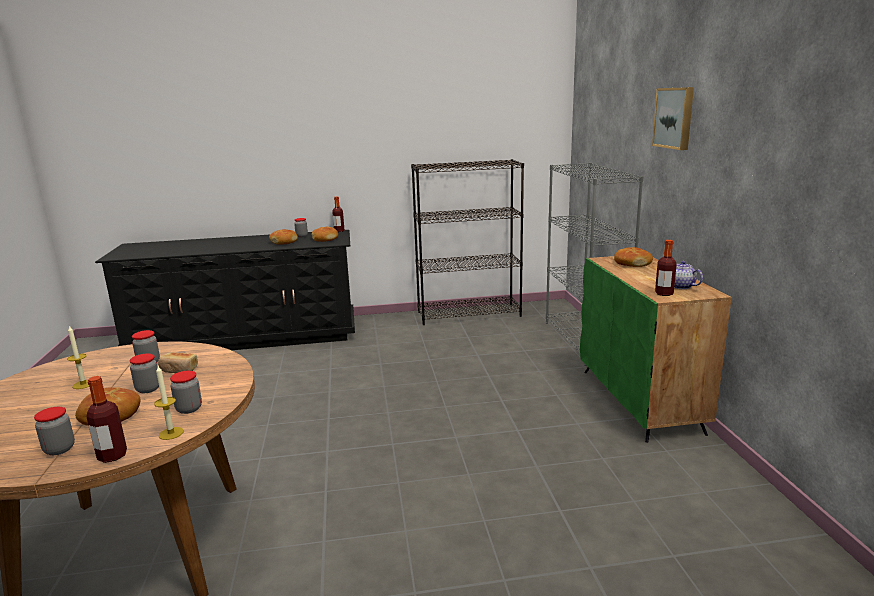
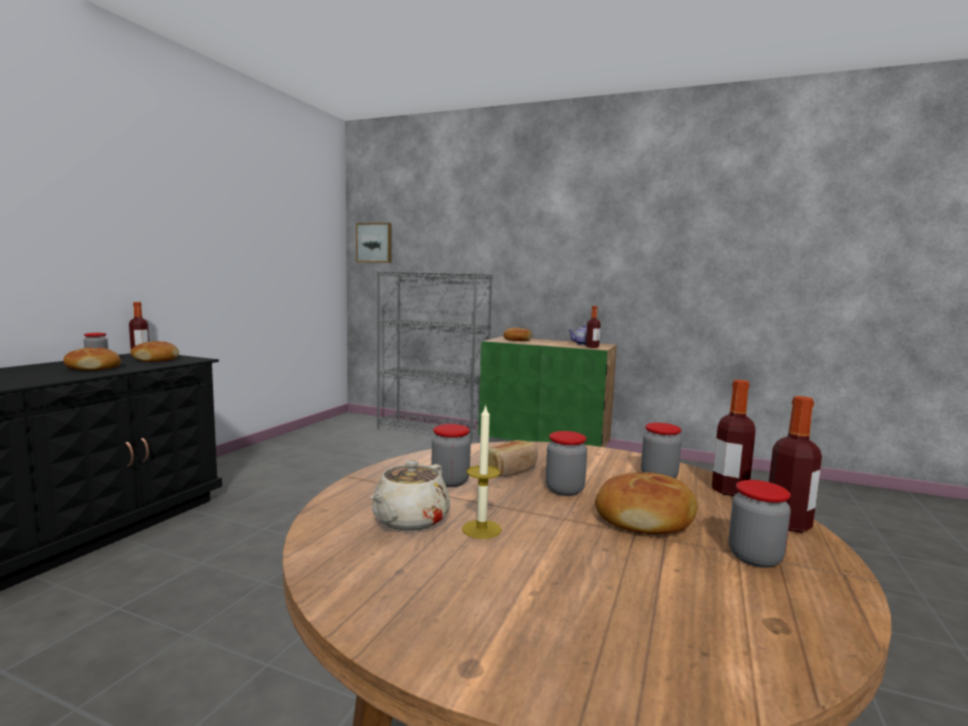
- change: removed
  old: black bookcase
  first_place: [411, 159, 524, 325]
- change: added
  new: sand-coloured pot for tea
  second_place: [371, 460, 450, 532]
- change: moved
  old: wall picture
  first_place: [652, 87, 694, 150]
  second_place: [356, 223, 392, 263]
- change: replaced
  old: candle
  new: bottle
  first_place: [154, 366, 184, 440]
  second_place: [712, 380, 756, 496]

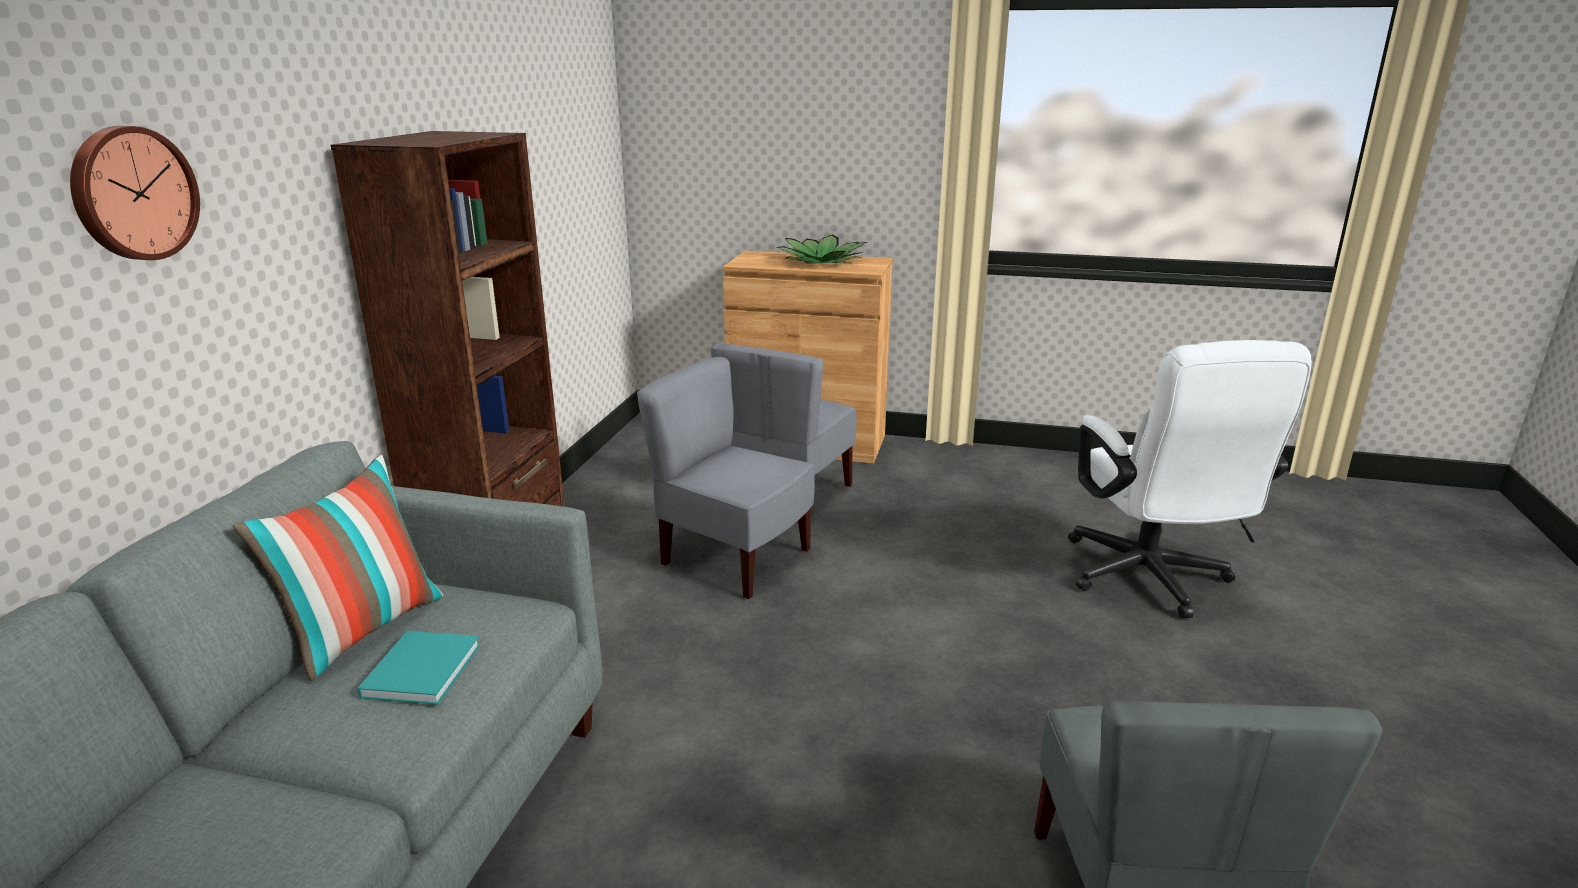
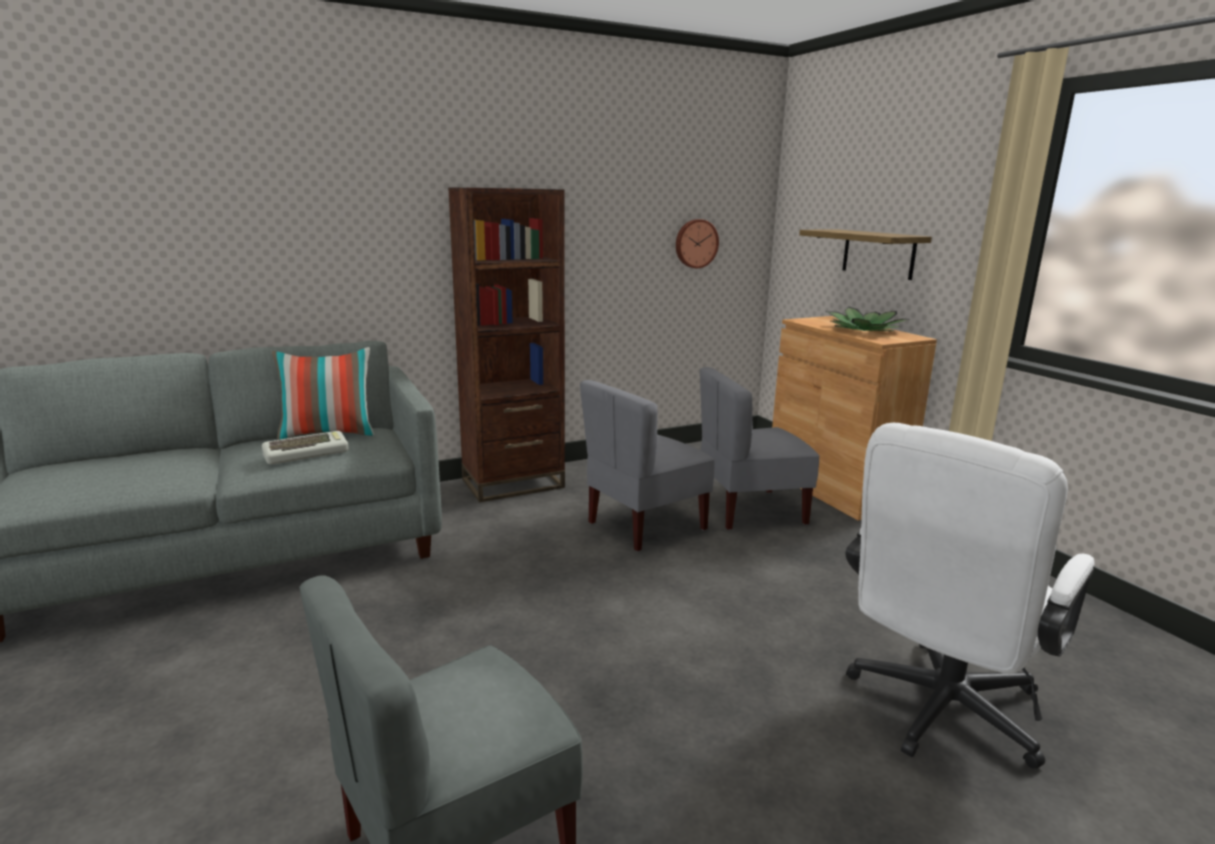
- change: added
  new: bracket shelf
  second_place: [799, 229, 932, 280]
- change: moved
  old: hanging clock
  first_place: [70, 126, 200, 260]
  second_place: [676, 219, 719, 268]
- change: replaced
  old: turquoise volume
  new: keyboard
  first_place: [357, 631, 480, 705]
  second_place: [262, 431, 349, 465]
- change: turned
  old: gray chair
  first_place: [637, 357, 815, 599]
  second_place: [580, 380, 714, 552]
  degrees: -120

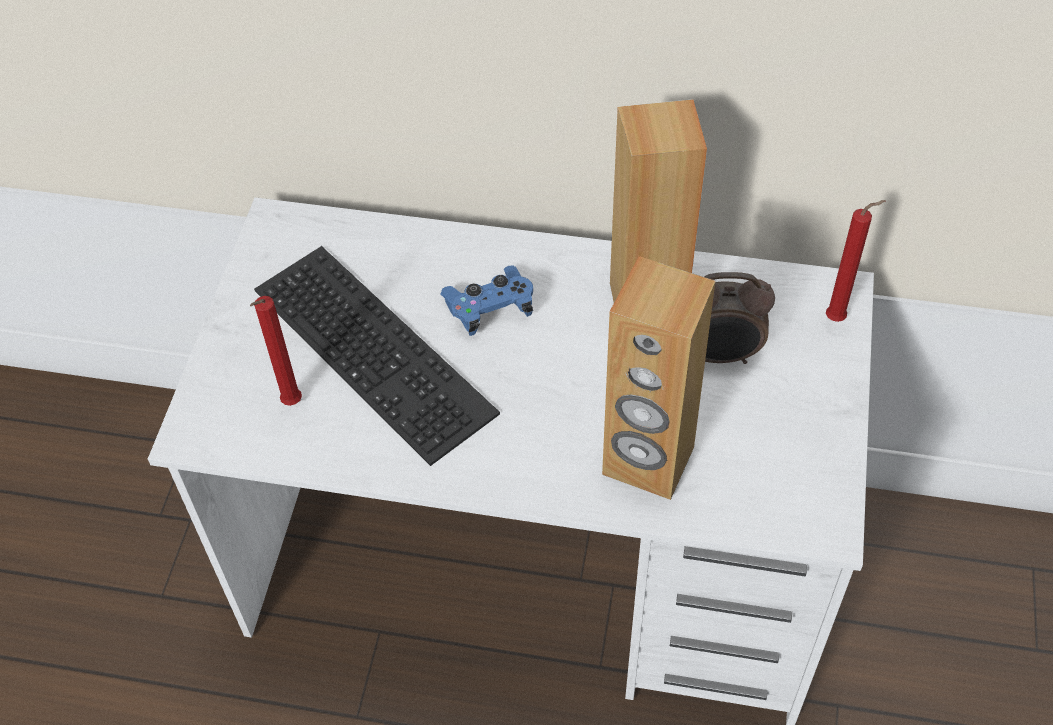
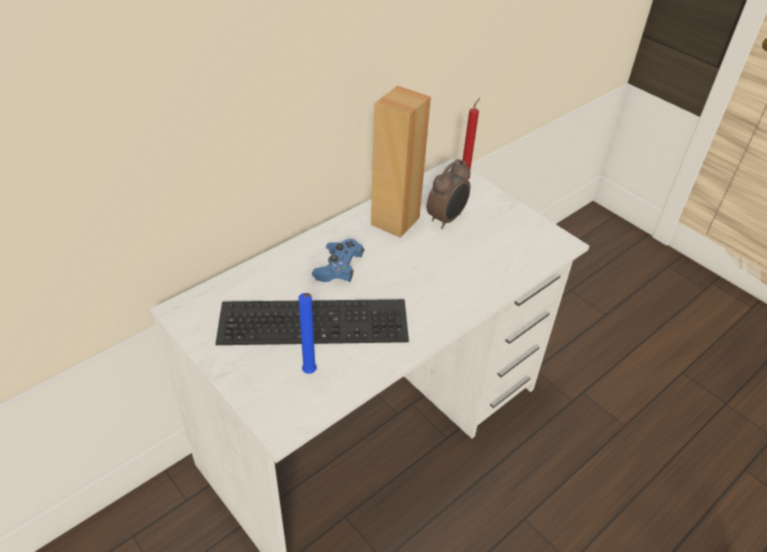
- change: removed
  old: brown audio speaker
  first_place: [602, 256, 715, 500]
- change: recoloured
  old: red candle
  new: blue candle
  first_place: [250, 296, 302, 406]
  second_place: [298, 293, 317, 374]

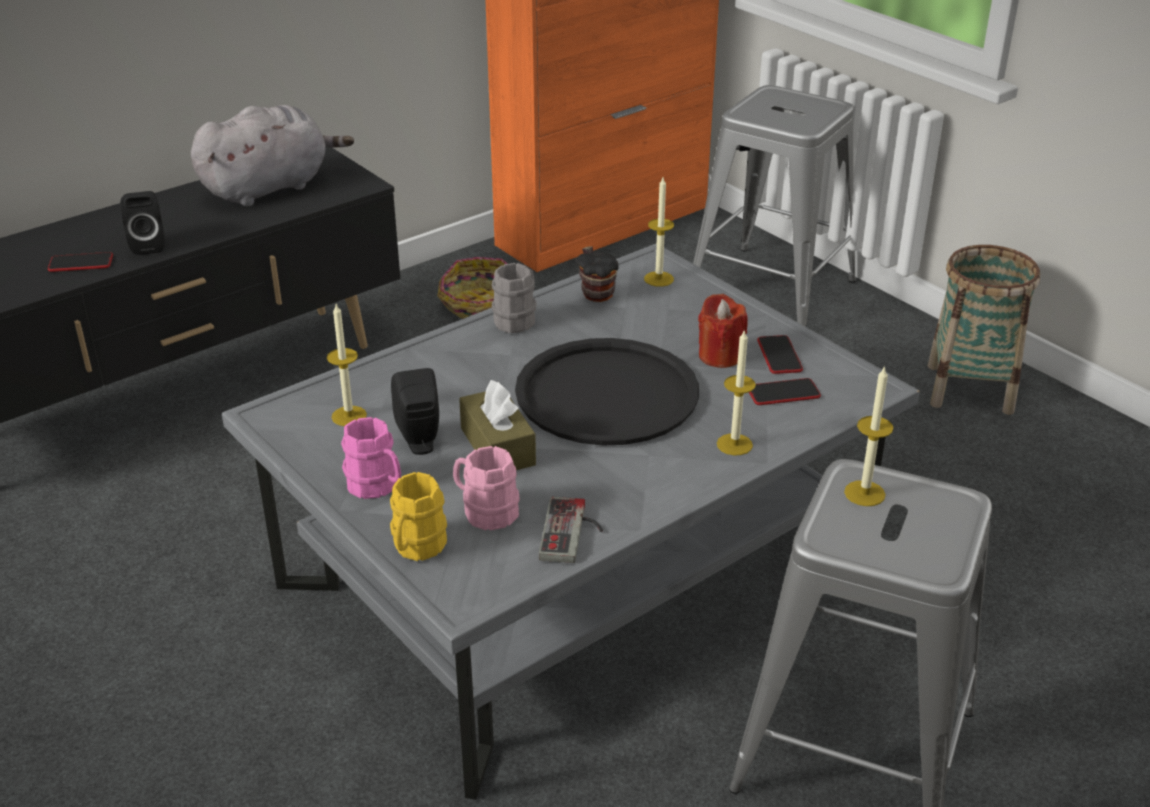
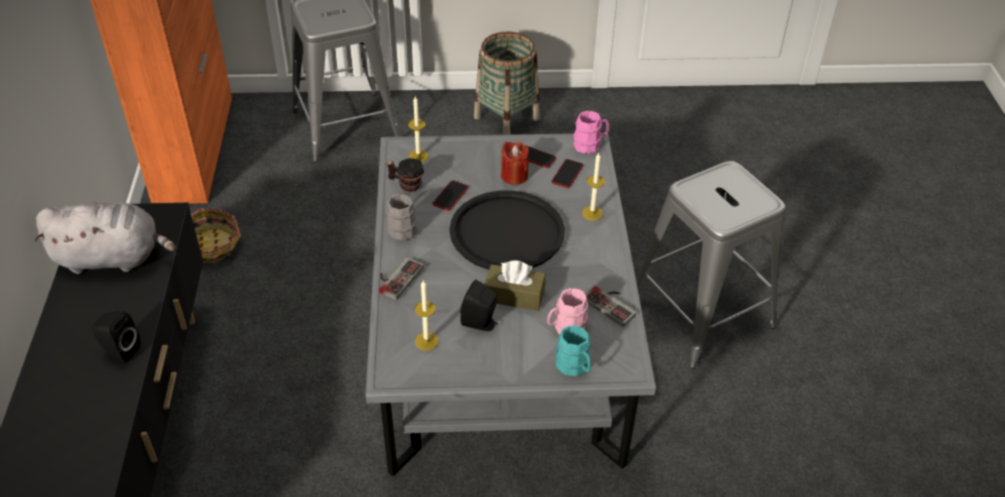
- change: removed
  old: candle
  first_place: [844, 366, 893, 506]
- change: added
  new: joypad
  second_place: [379, 258, 424, 300]
- change: moved
  old: telephone
  first_place: [48, 252, 113, 272]
  second_place: [432, 180, 469, 211]
- change: moved
  old: pink tea mug
  first_place: [341, 417, 401, 499]
  second_place: [573, 111, 609, 154]
- change: recoloured
  old: yellow-coloured tea mug
  new: turquoise tea mug
  first_place: [390, 472, 447, 561]
  second_place: [555, 326, 591, 376]
- change: turned
  old: gray cuddly toy
  first_place: [191, 105, 354, 207]
  second_place: [34, 202, 177, 274]
  degrees: 90

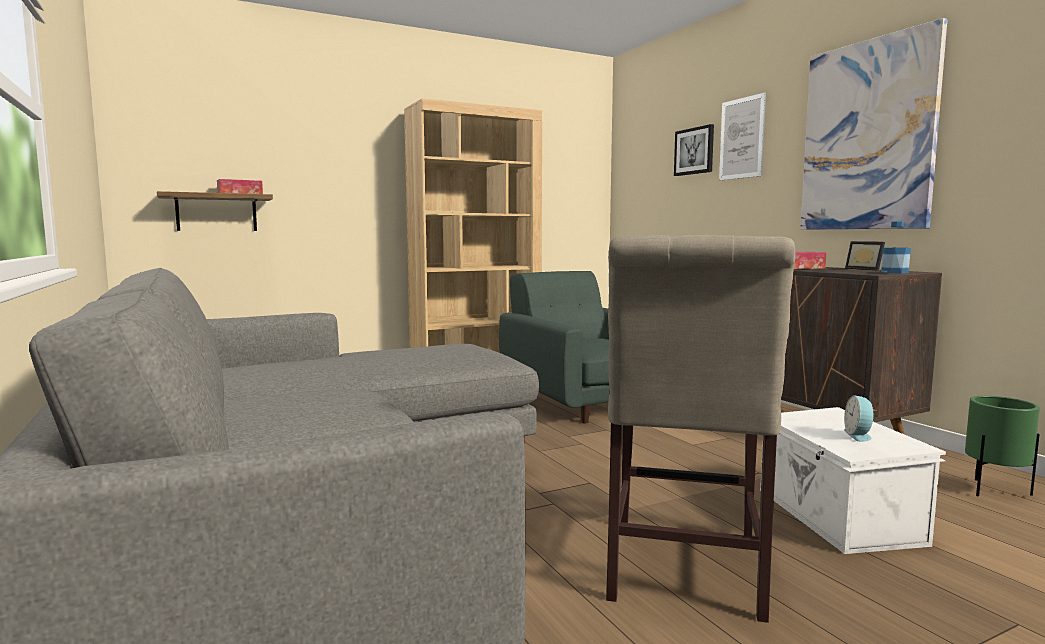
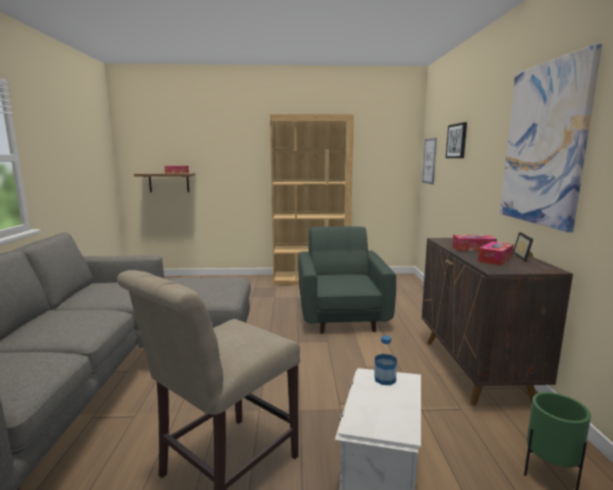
- change: removed
  old: table clock
  first_place: [844, 396, 876, 442]
- change: added
  new: box of tissues
  second_place: [478, 241, 514, 265]
- change: moved
  old: wall picture
  first_place: [719, 92, 766, 180]
  second_place: [422, 138, 437, 185]
- change: moved
  old: bottle
  first_place: [881, 221, 911, 274]
  second_place: [374, 336, 397, 385]

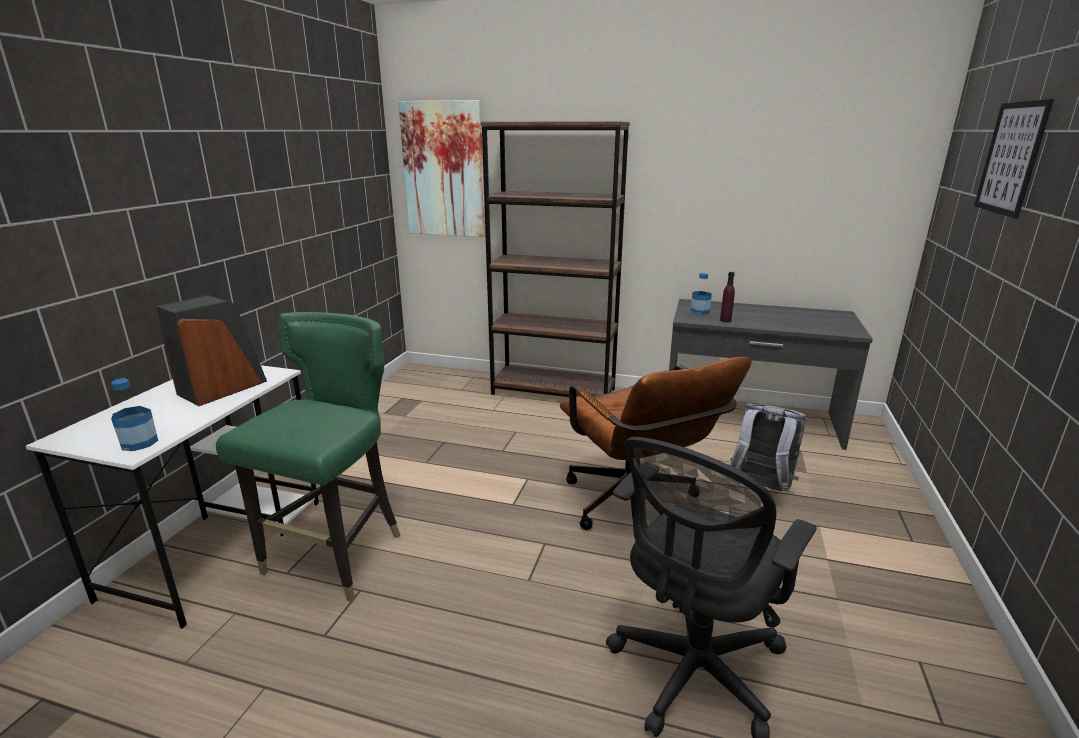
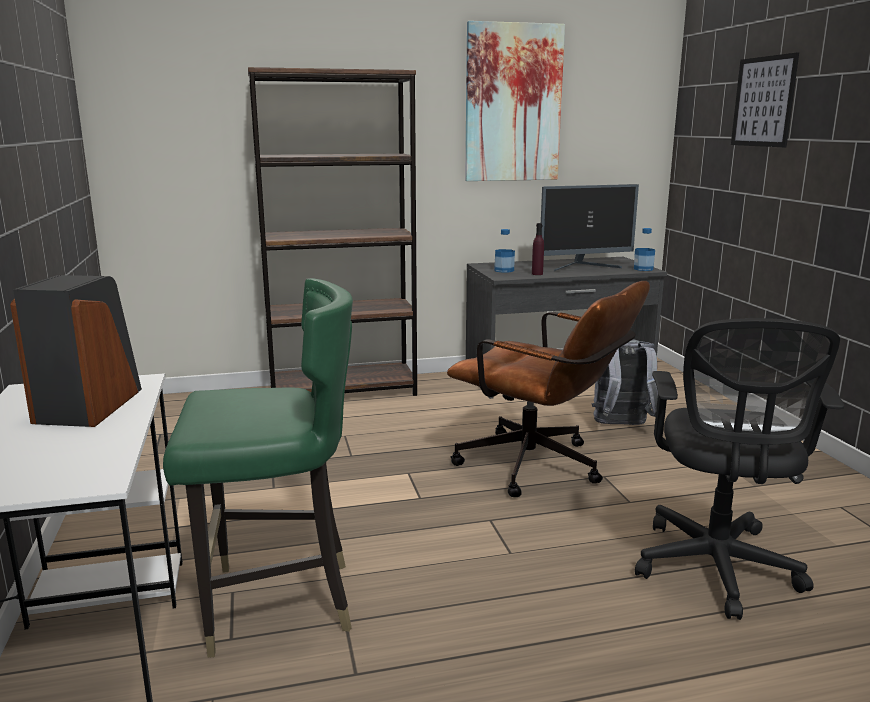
- change: added
  new: computer screen
  second_place: [541, 184, 639, 271]
- change: moved
  old: bottle
  first_place: [111, 378, 158, 451]
  second_place: [634, 228, 655, 271]
- change: moved
  old: wall picture
  first_place: [398, 100, 485, 237]
  second_place: [465, 21, 565, 181]
- change: turned
  old: greenish chair
  first_place: [216, 312, 401, 602]
  second_place: [163, 278, 353, 658]
  degrees: 90

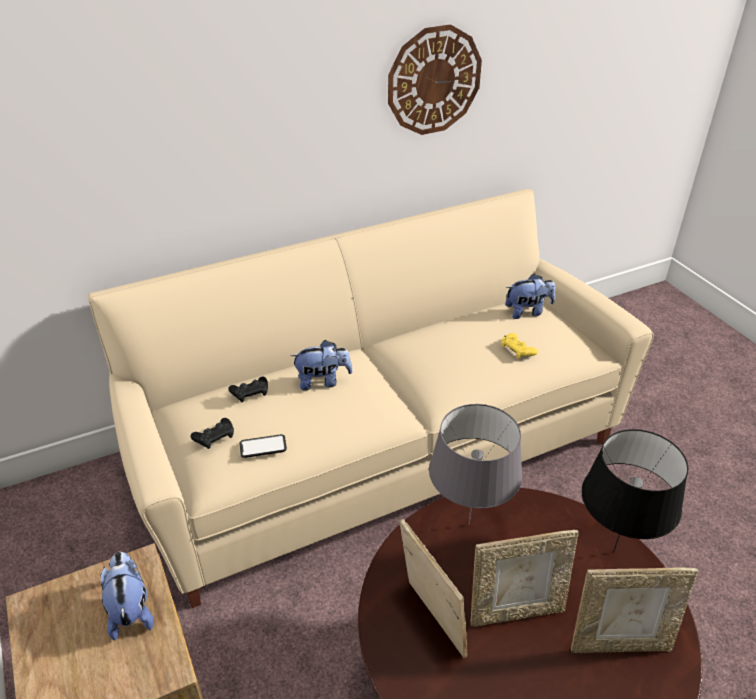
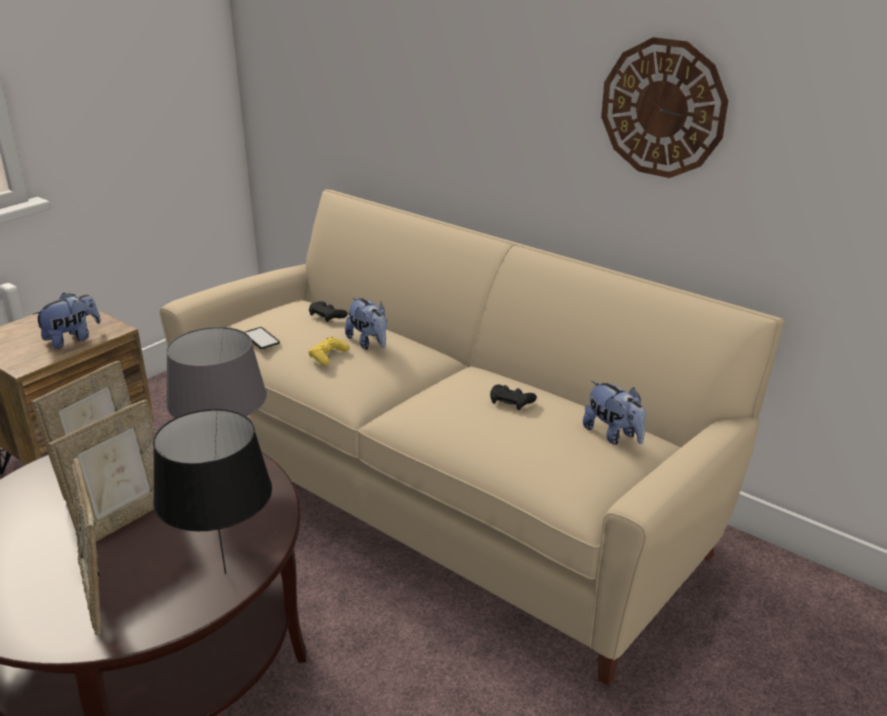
- change: moved
  old: black joypad
  first_place: [190, 418, 234, 449]
  second_place: [490, 384, 537, 410]
- change: moved
  old: yellow-coloured joypad
  first_place: [501, 333, 538, 359]
  second_place: [308, 337, 349, 366]
- change: turned
  old: standing frame
  first_place: [471, 530, 579, 627]
  second_place: [48, 400, 156, 542]
  degrees: -105

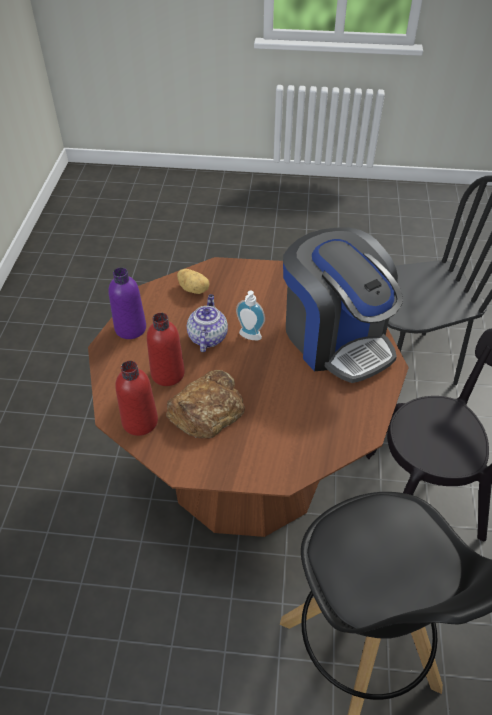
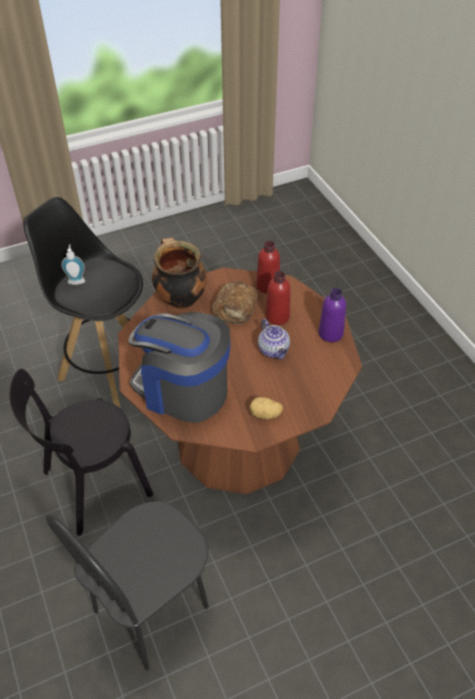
- change: added
  new: stockpot
  second_place: [152, 238, 207, 309]
- change: moved
  old: potato
  first_place: [177, 269, 210, 294]
  second_place: [249, 397, 283, 419]
- change: moved
  old: soap dispenser
  first_place: [236, 291, 265, 340]
  second_place: [61, 244, 85, 285]

